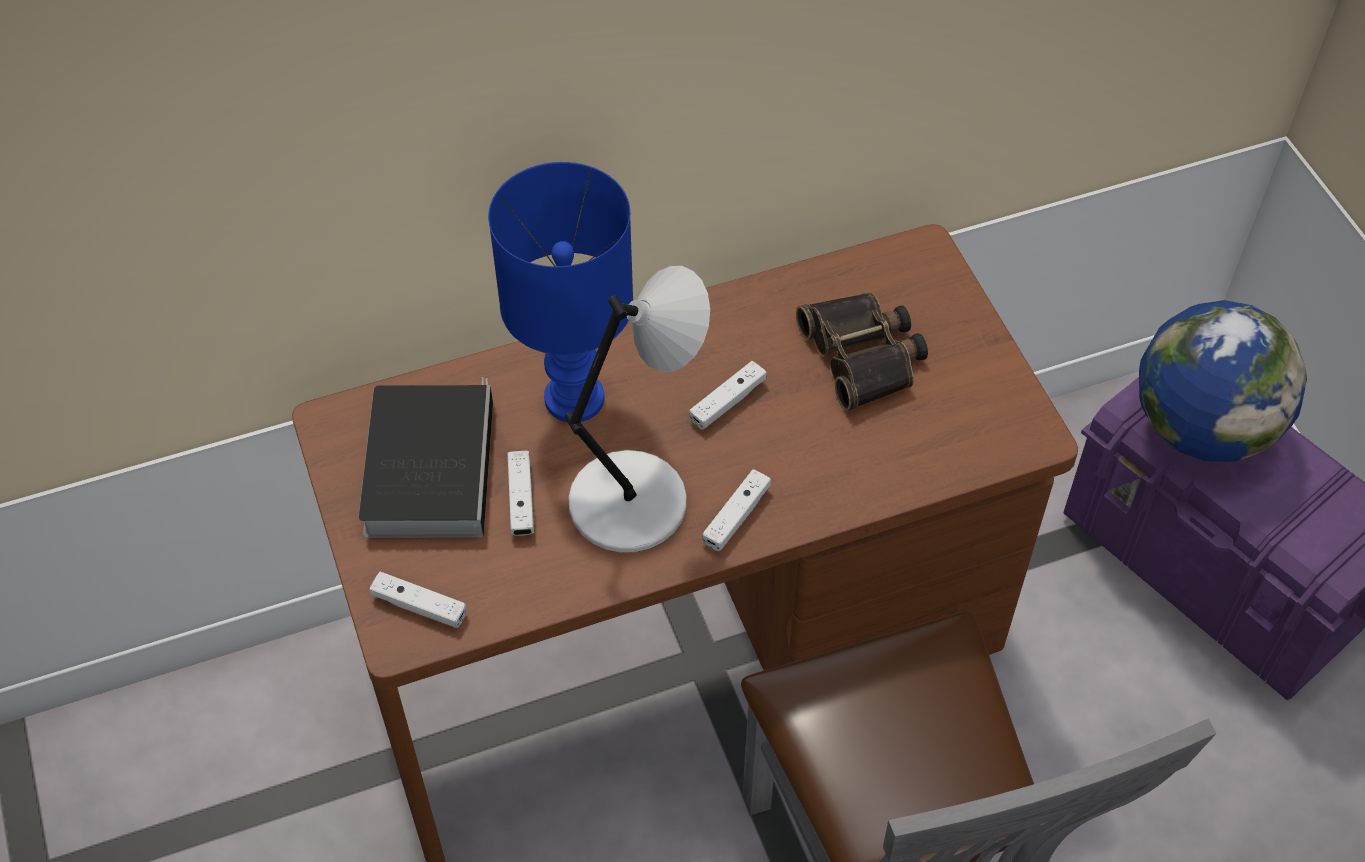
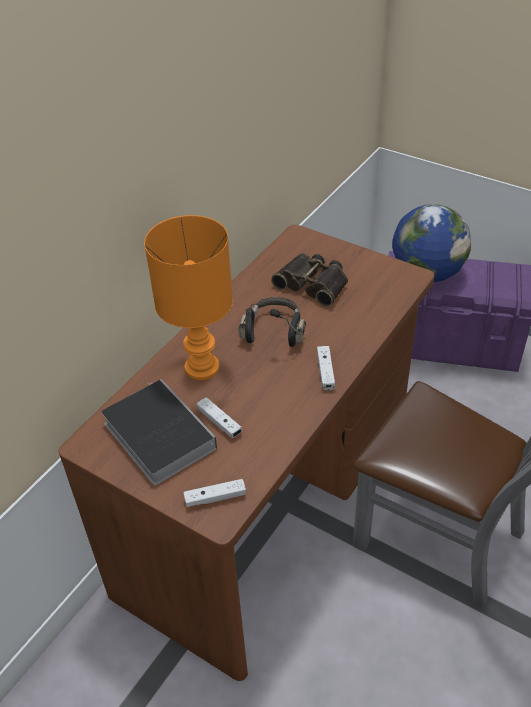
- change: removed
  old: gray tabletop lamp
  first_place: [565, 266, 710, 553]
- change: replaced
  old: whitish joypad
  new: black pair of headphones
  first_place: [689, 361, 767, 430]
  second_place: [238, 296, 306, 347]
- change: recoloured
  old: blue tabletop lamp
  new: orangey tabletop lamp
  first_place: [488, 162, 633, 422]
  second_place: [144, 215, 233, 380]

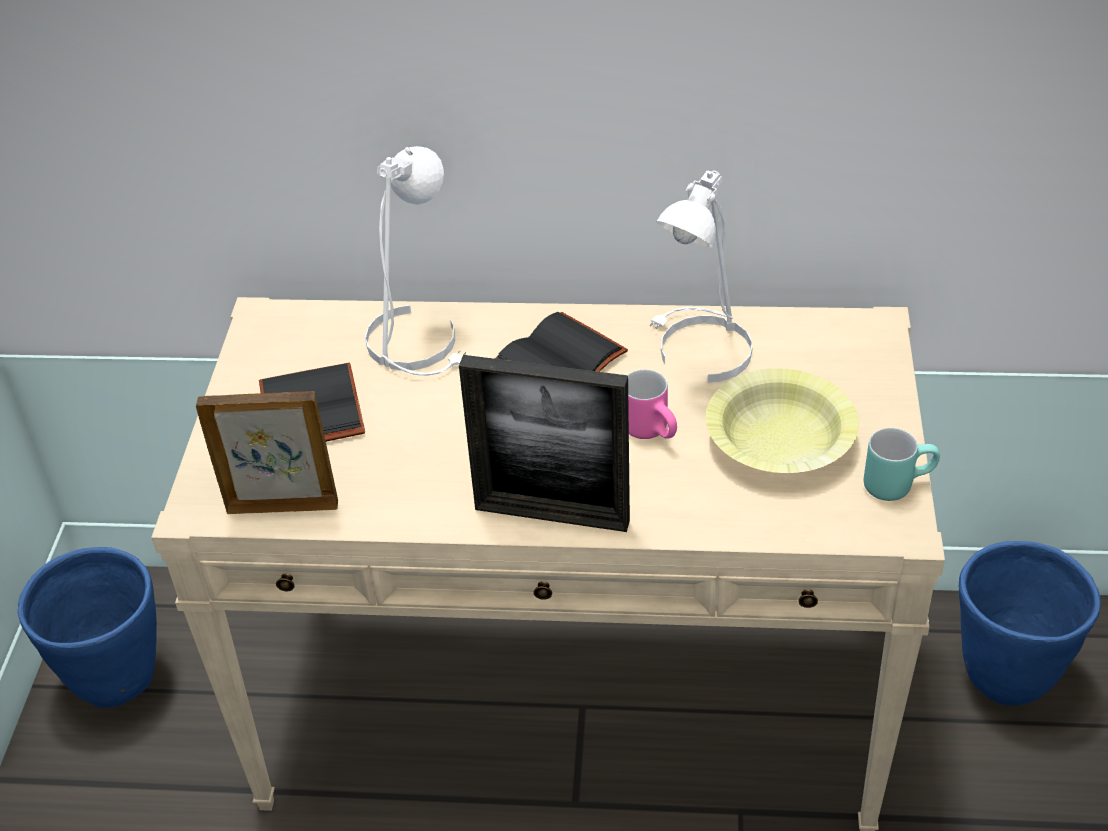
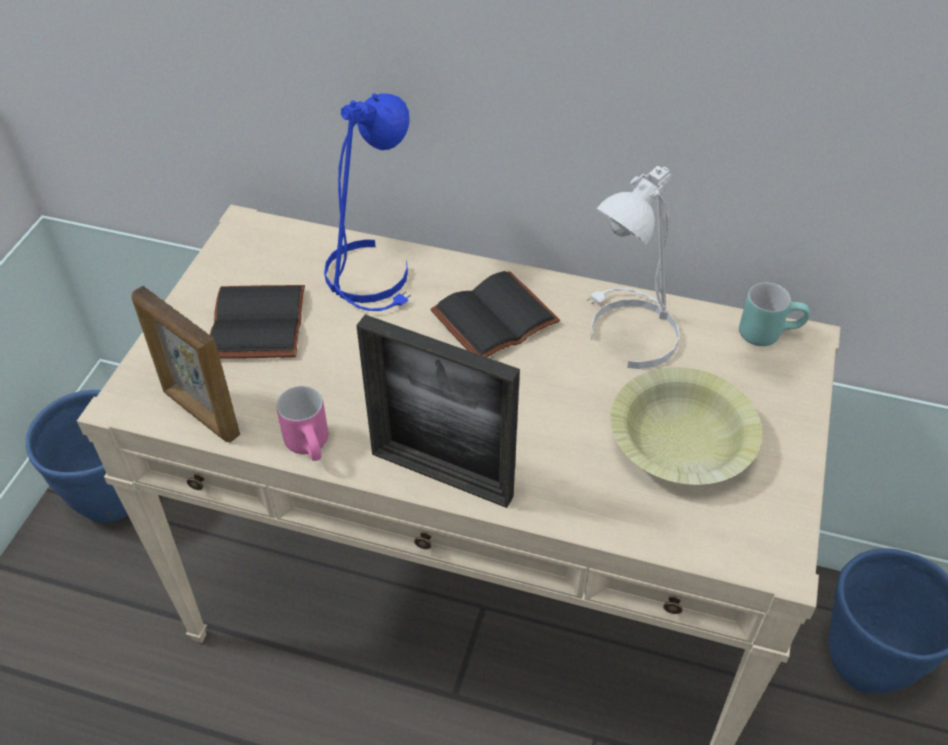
- change: moved
  old: pink tea mug
  first_place: [628, 369, 677, 439]
  second_place: [277, 386, 328, 461]
- change: moved
  old: turquoise tea mug
  first_place: [864, 428, 940, 501]
  second_place: [739, 282, 810, 346]
- change: recoloured
  old: whitish tabletop lamp
  new: blue tabletop lamp
  first_place: [365, 146, 466, 376]
  second_place: [324, 93, 411, 311]
- change: turned
  old: standing frame
  first_place: [196, 391, 338, 514]
  second_place: [132, 286, 240, 443]
  degrees: -150

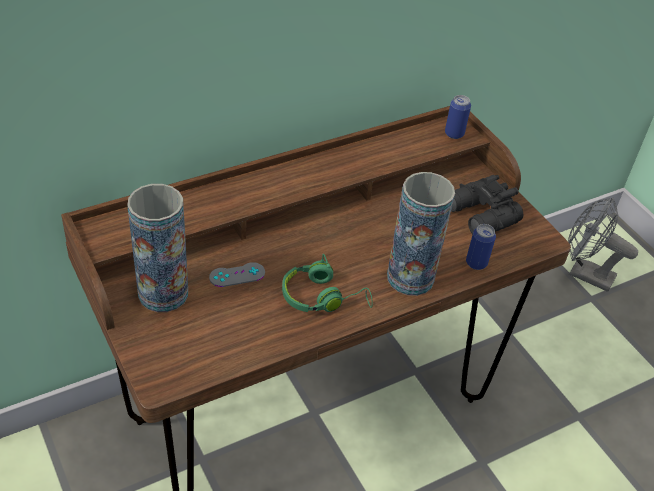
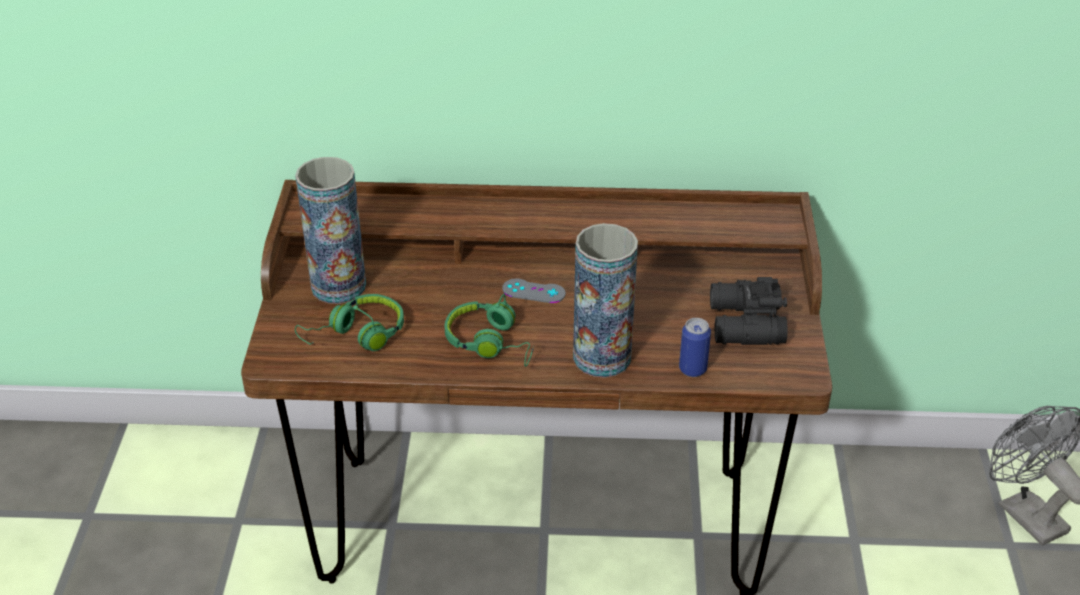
- change: removed
  old: metal can
  first_place: [445, 95, 471, 139]
- change: added
  new: greenish pair of headphones
  second_place: [295, 294, 404, 351]
- change: moved
  old: gray joypad
  first_place: [209, 262, 265, 287]
  second_place: [502, 278, 566, 303]

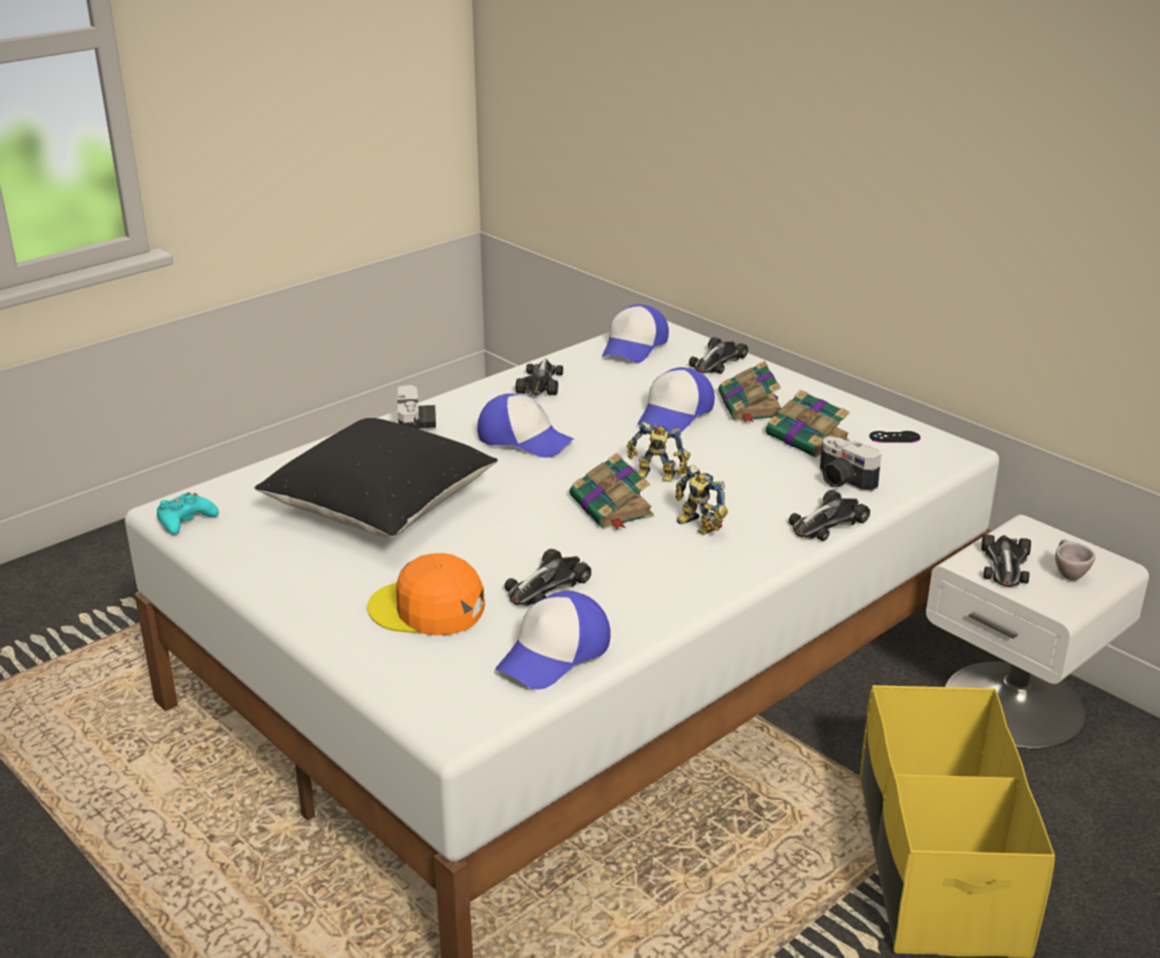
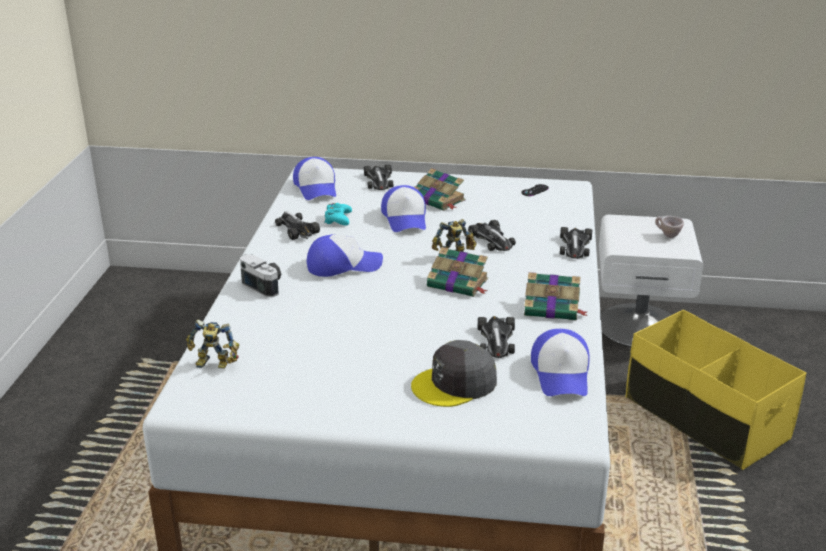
- change: removed
  old: black throw pillow
  first_place: [255, 418, 498, 537]
- change: removed
  old: still camera
  first_place: [820, 436, 881, 492]
- change: moved
  old: turquoise joypad
  first_place: [157, 492, 219, 535]
  second_place: [324, 203, 352, 225]
- change: moved
  old: model robot
  first_place: [676, 465, 728, 535]
  second_place: [186, 320, 239, 369]
- change: moved
  old: volume
  first_place: [766, 390, 850, 457]
  second_place: [524, 272, 588, 321]
- change: moved
  old: model car
  first_place: [981, 534, 1031, 587]
  second_place: [468, 220, 516, 251]
- change: recoloured
  old: orangey peaked cap
  new: gray peaked cap
  first_place: [367, 553, 485, 635]
  second_place: [411, 340, 497, 407]

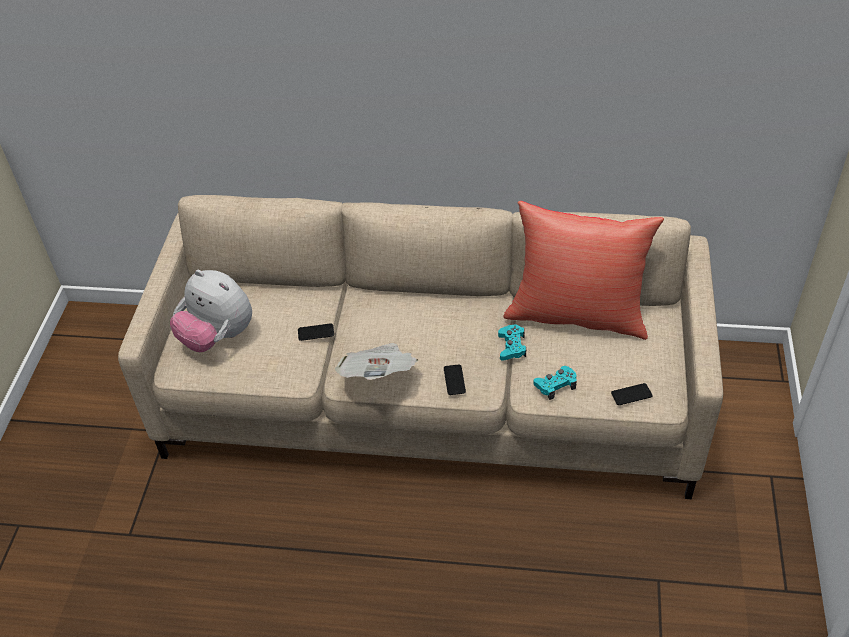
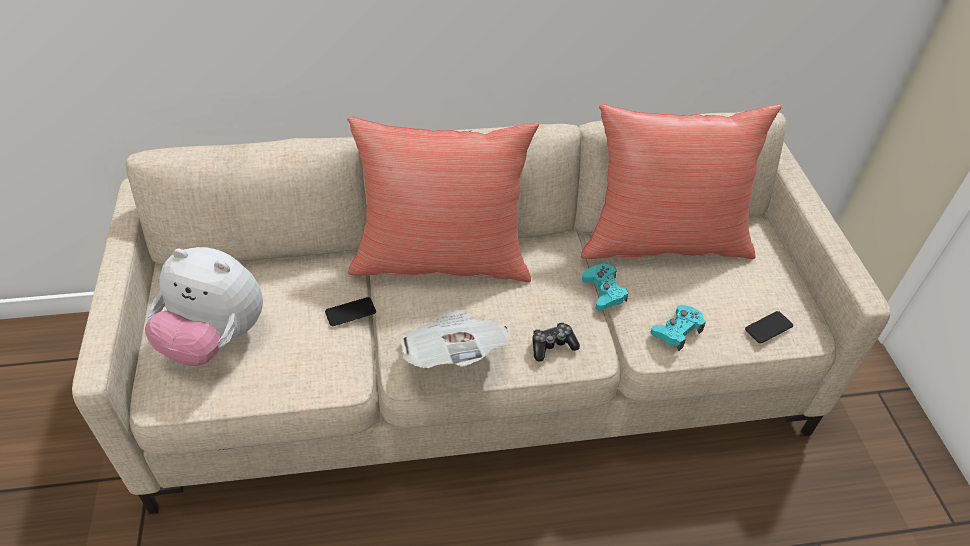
- change: added
  new: red throw pillow
  second_place: [347, 116, 539, 283]
- change: replaced
  old: telephone
  new: joypad
  first_place: [444, 365, 466, 395]
  second_place: [532, 322, 580, 361]

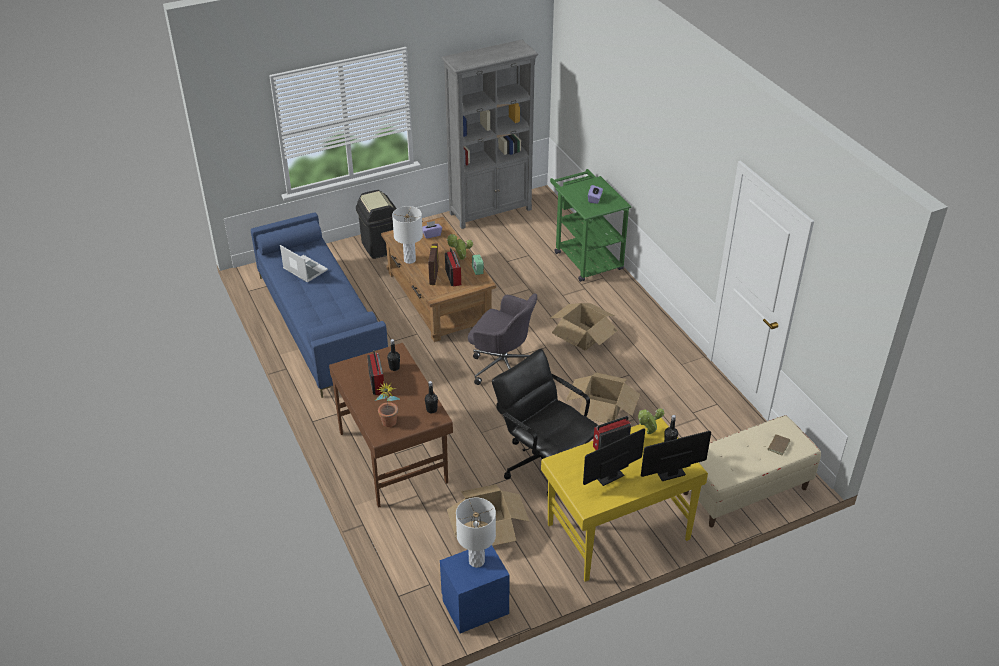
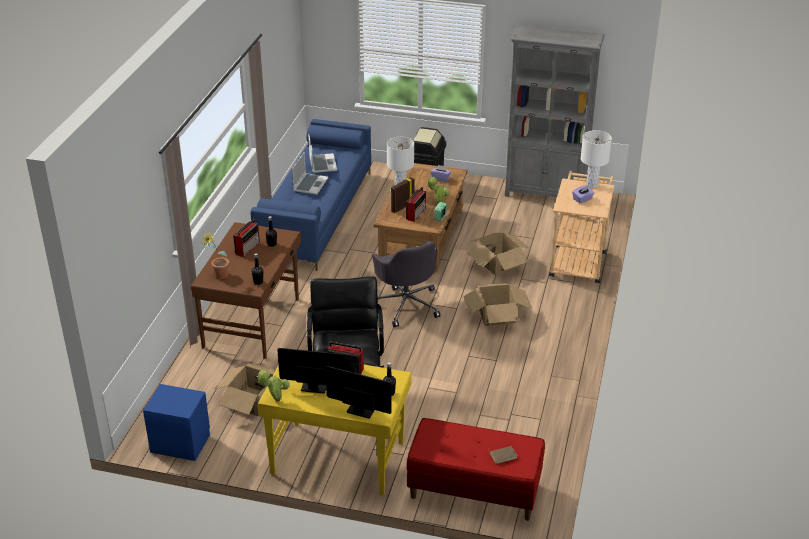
- change: added
  new: notebook computer
  second_place: [292, 152, 328, 195]
- change: moved
  old: whitish tabletop lamp
  first_place: [456, 498, 496, 568]
  second_place: [581, 130, 612, 188]
- change: moved
  old: cardboard box
  first_place: [566, 372, 640, 423]
  second_place: [467, 233, 532, 275]
- change: moved
  old: houseplant
  first_place: [638, 408, 664, 434]
  second_place: [257, 369, 290, 402]
- change: recoloured
  old: greenish cart
  new: sand-coloured cart
  first_place: [550, 169, 631, 282]
  second_place: [549, 171, 615, 283]
- change: recoloured
  old: sand-coloured bench
  new: red bench
  first_place: [683, 415, 821, 527]
  second_place: [407, 418, 545, 521]

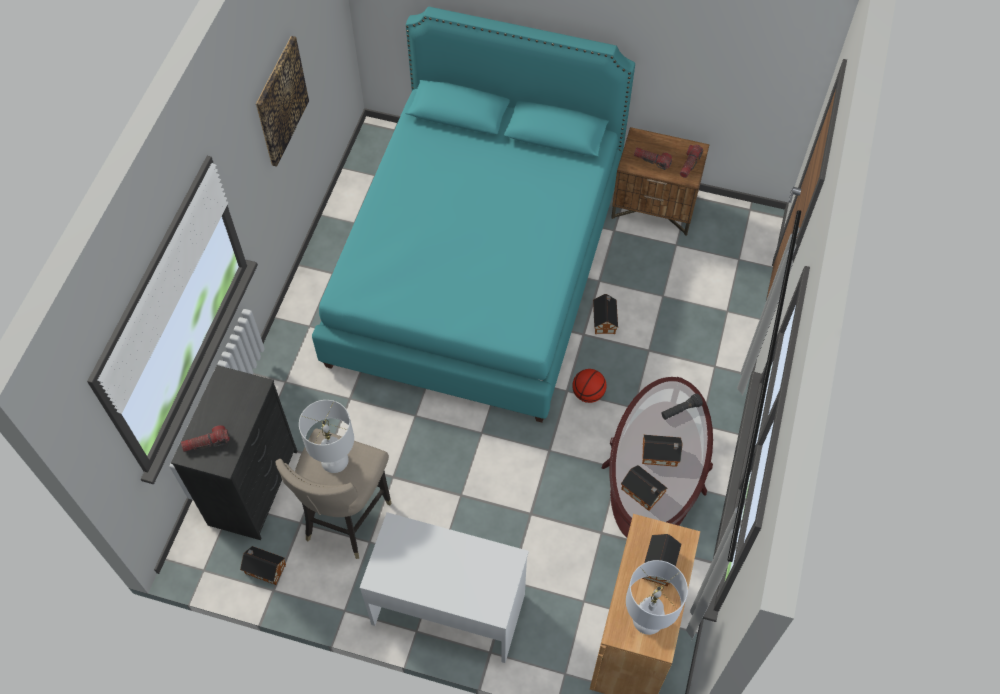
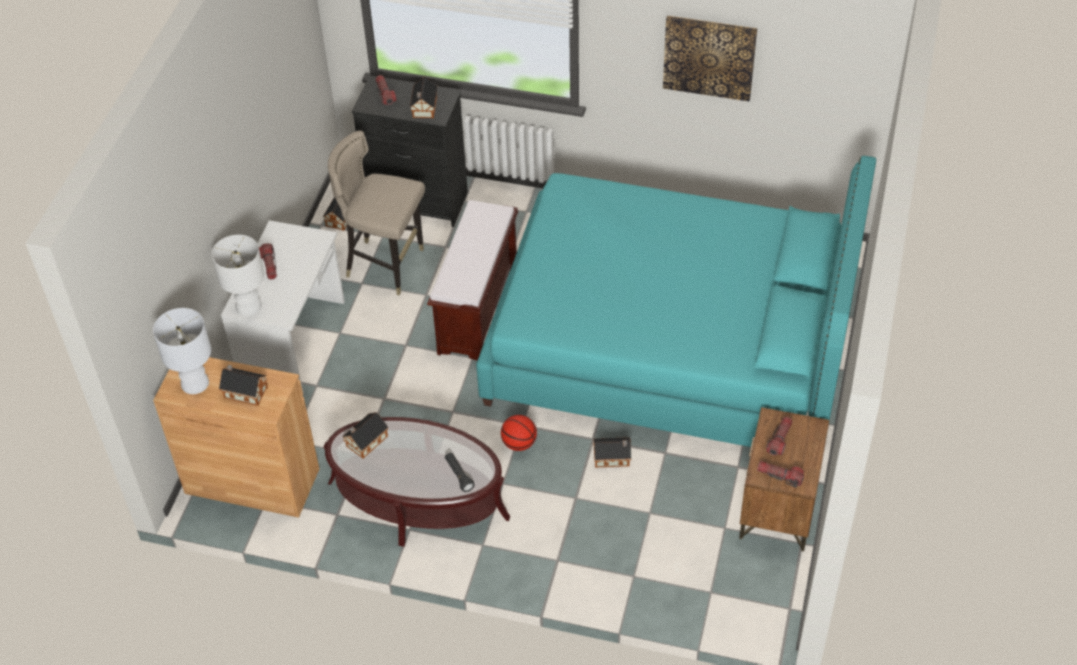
- change: added
  new: hand torch
  second_place: [259, 243, 277, 280]
- change: added
  new: brown bench
  second_place: [427, 200, 518, 361]
- change: moved
  old: whitish tabletop lamp
  first_place: [299, 400, 354, 473]
  second_place: [212, 235, 265, 316]
- change: moved
  old: miniature house
  first_place: [642, 435, 682, 467]
  second_place: [410, 77, 438, 118]

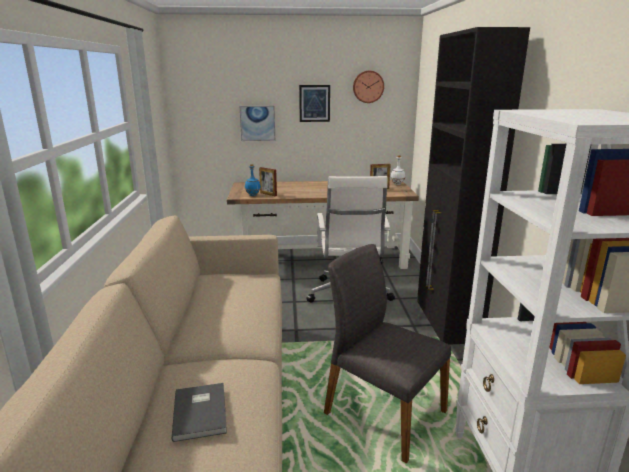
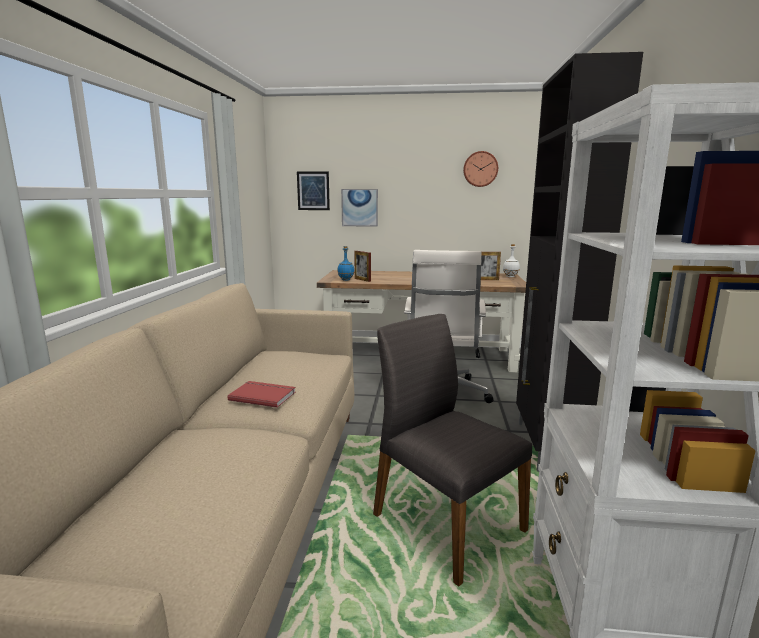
- change: removed
  old: gray volume
  first_place: [172, 383, 227, 442]
- change: added
  new: red volume
  second_place: [228, 381, 295, 408]
- change: moved
  old: wall picture
  first_place: [299, 85, 330, 122]
  second_place: [297, 171, 330, 210]

